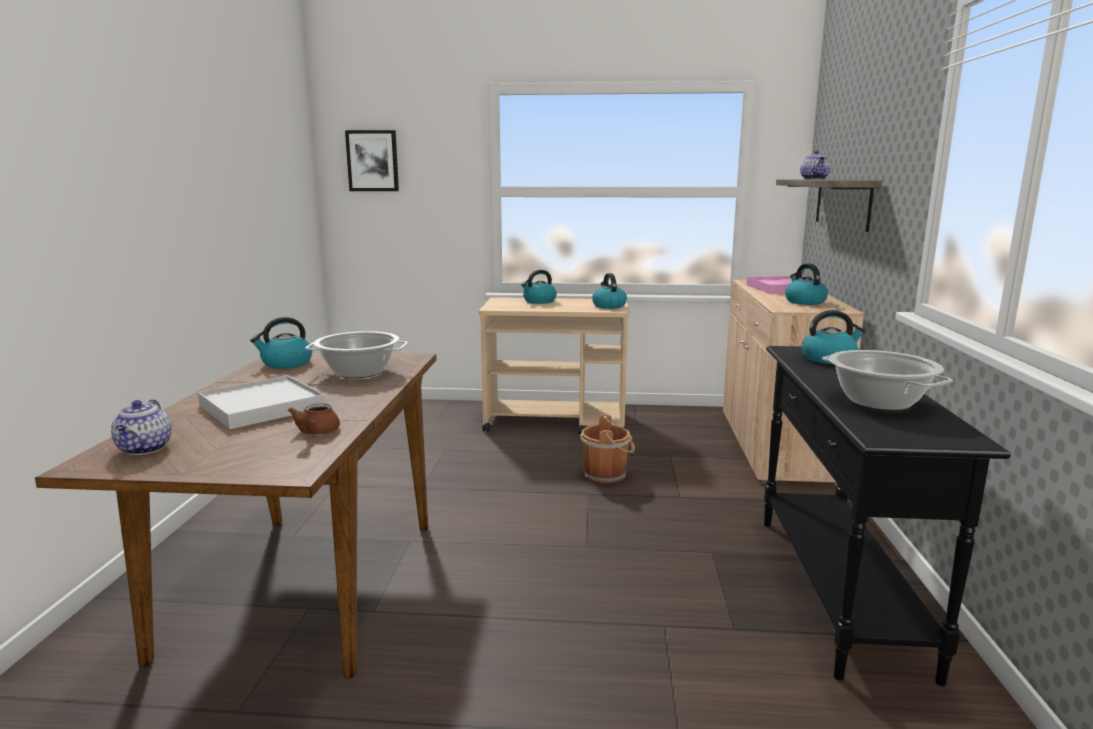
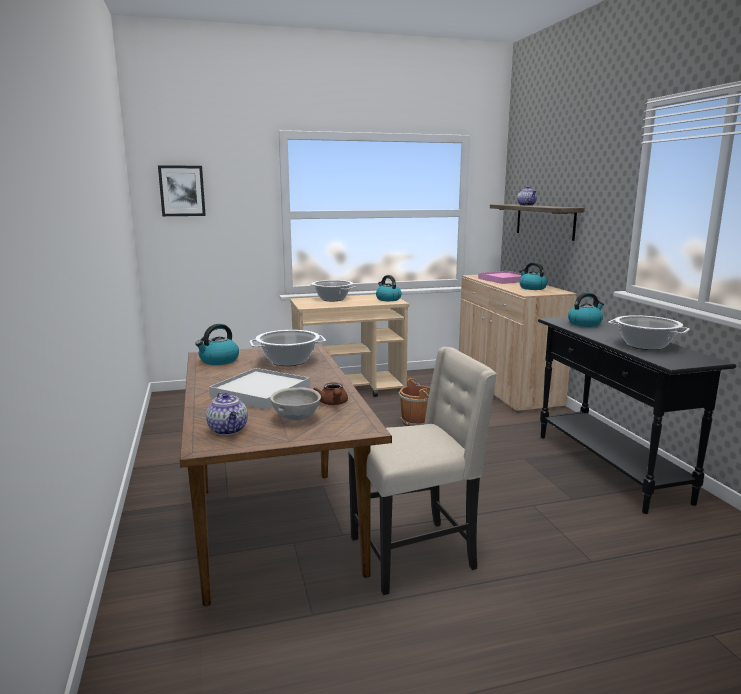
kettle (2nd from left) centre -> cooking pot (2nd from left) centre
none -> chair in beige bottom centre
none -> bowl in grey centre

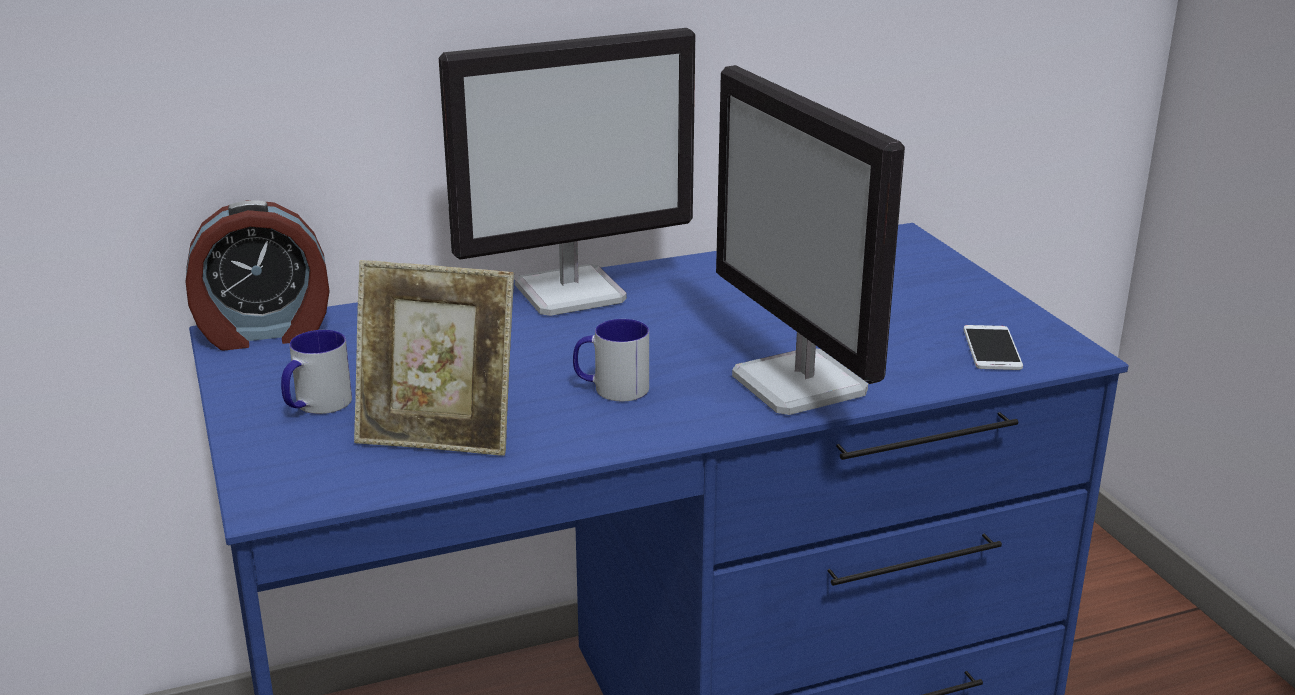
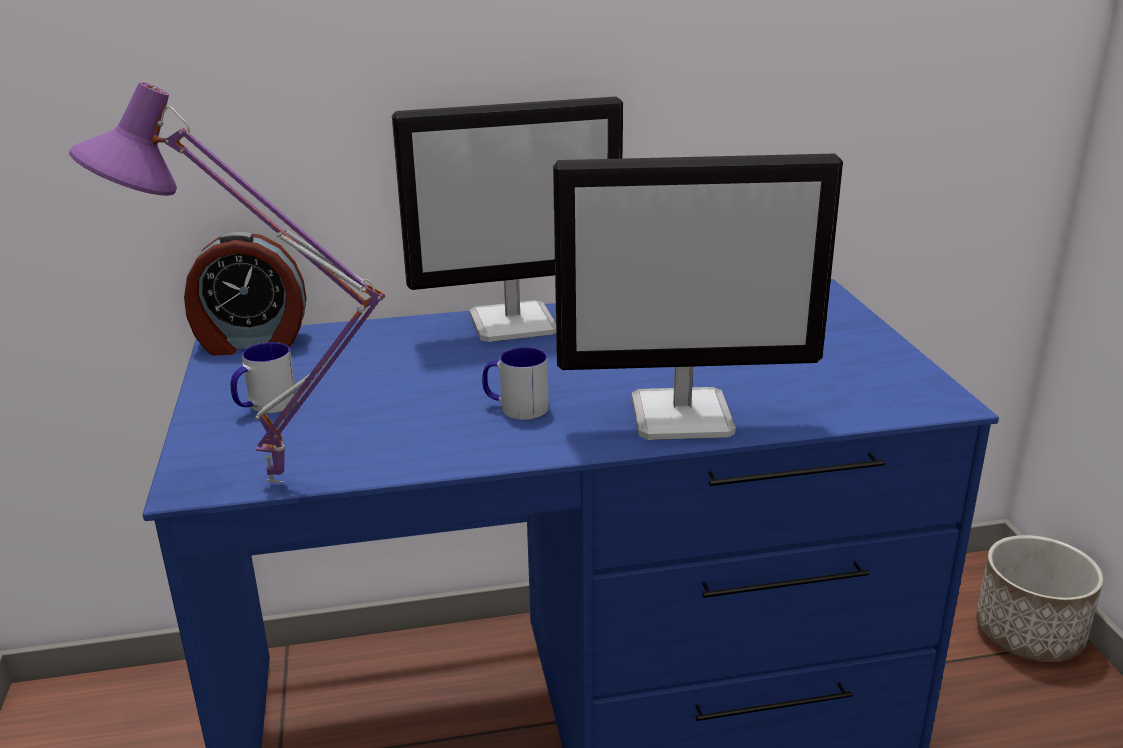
monitor (2nd from left) centre, 75 degrees counterclockwise
picture frame centre -> none
phone middle right -> none
none -> table lamp in purple middle left
none -> planter bottom right

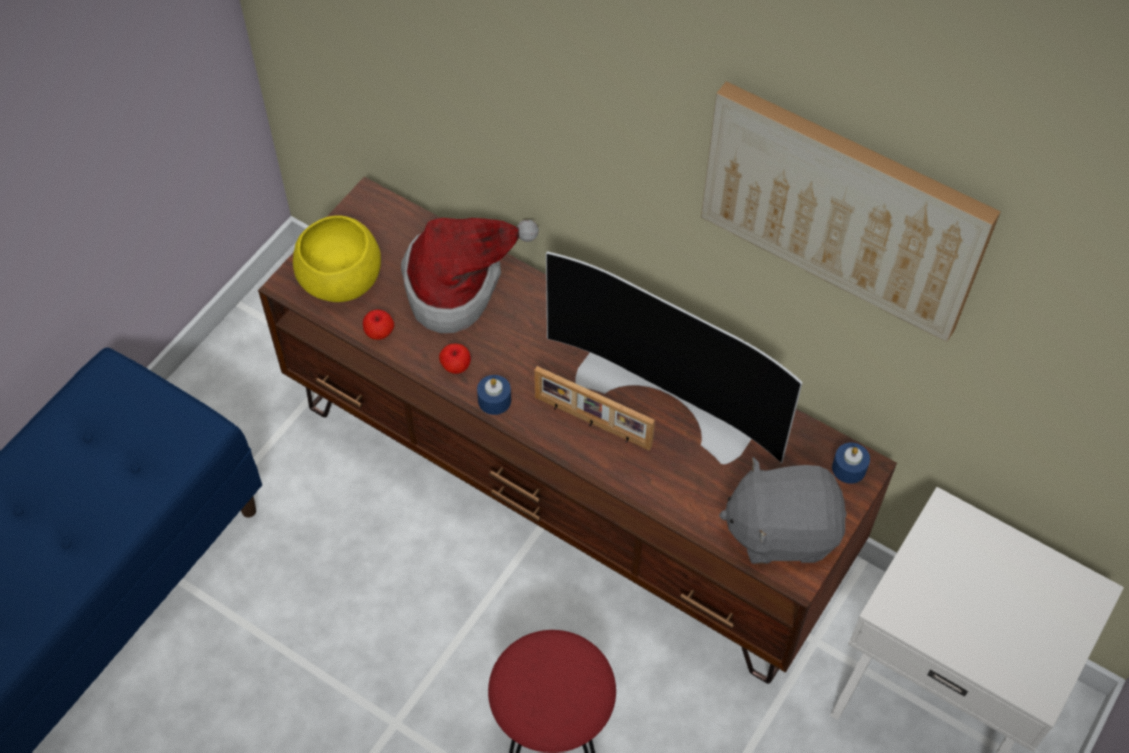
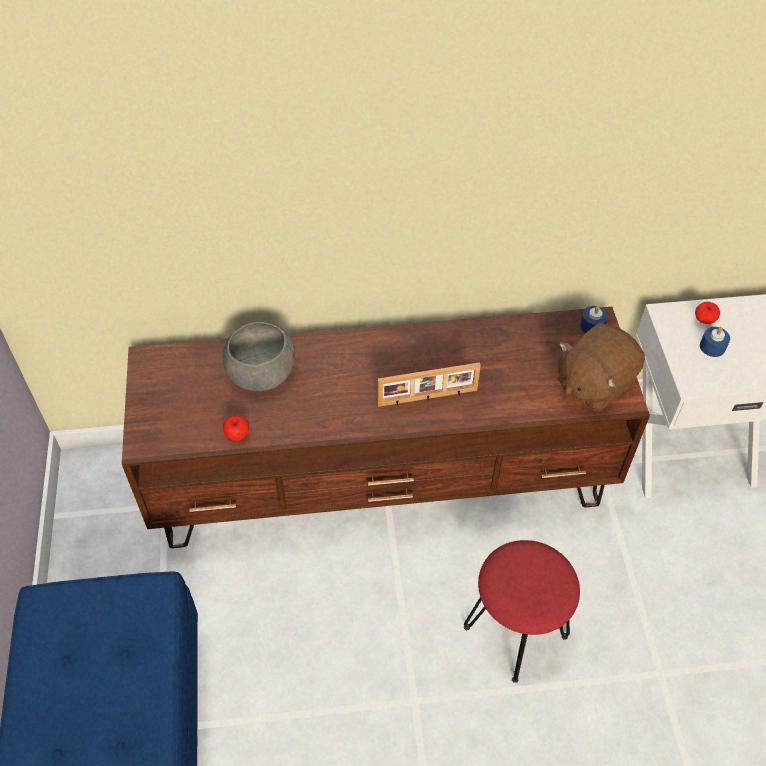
picture top right -> none
bowl in yellow middle left -> none
hat centre -> bowl in grey centre
television centre -> none
apple (2nd from left) centre -> apple (2nd from left) middle right, moved
candle in blue (1st from left in the first image) centre -> candle in blue (2nd from left) middle right, moved
plush toy in grey bottom right -> plush toy in brown middle right

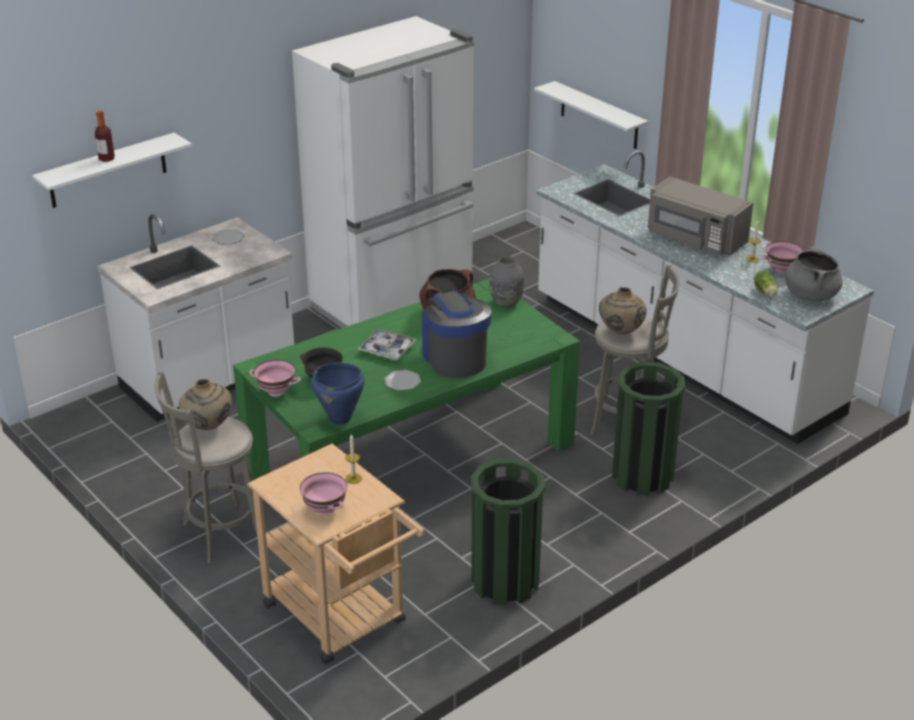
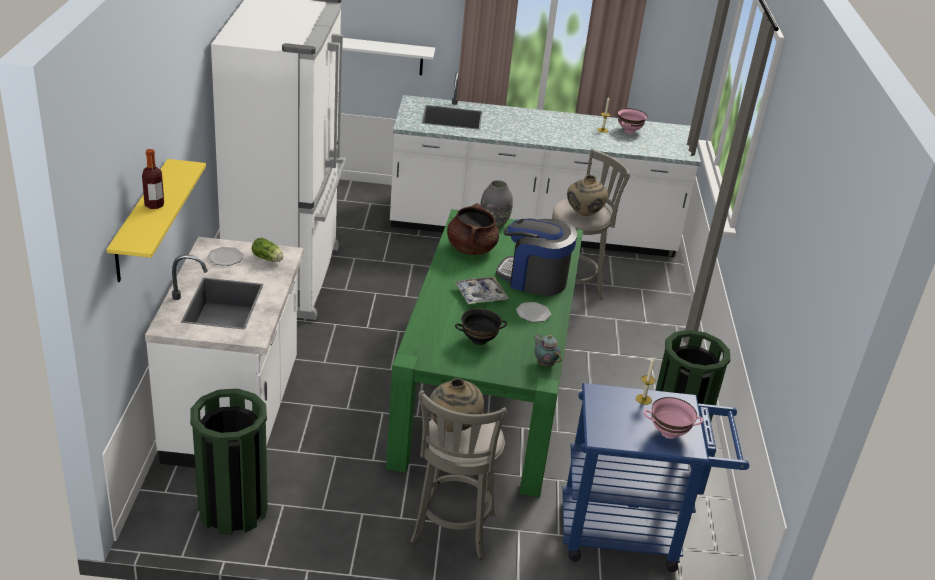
shelf in white (1st from left) top left -> shelf in yellow middle left
microwave in grey top right -> none
cooking pot in grey middle right -> none
lettuce middle right -> lettuce middle left, moved
bowl in pink (1st from left) middle left -> none
trash can in green (2nd from left in the first image) middle right -> trash can in green (1st from left) bottom left, moved
cooking pot in blue centre -> teapot centre
cart in beige bottom centre -> cart in blue bottom right

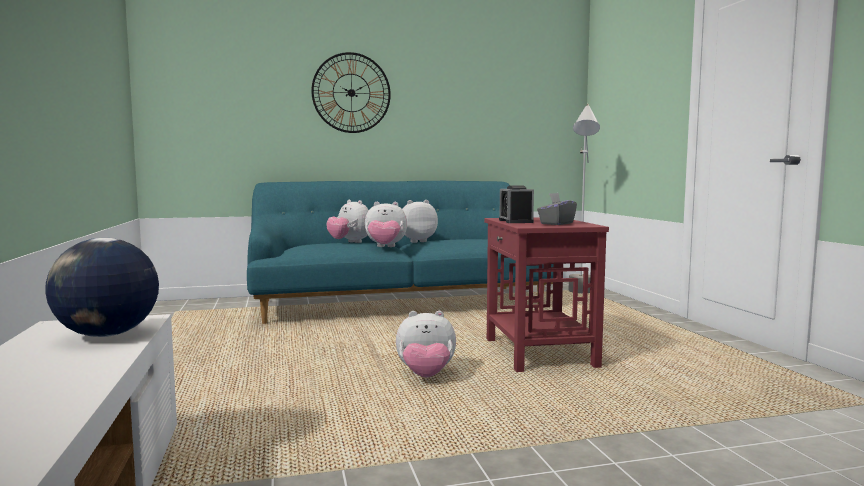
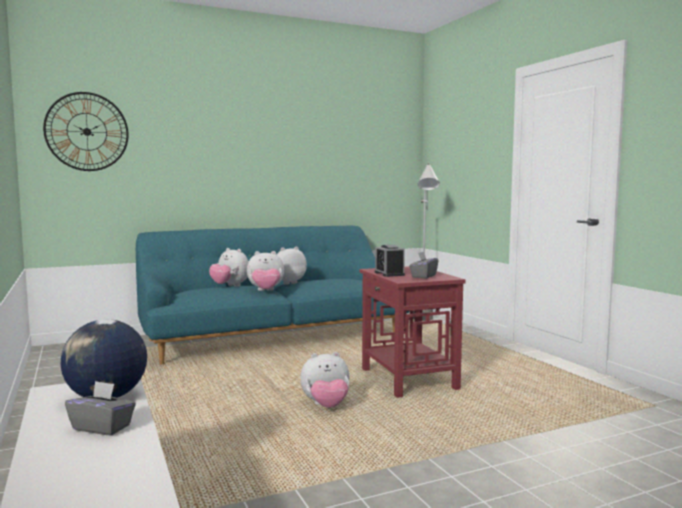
wall clock top centre -> wall clock top left, moved
none -> tissue box in grey (1st from left) bottom left

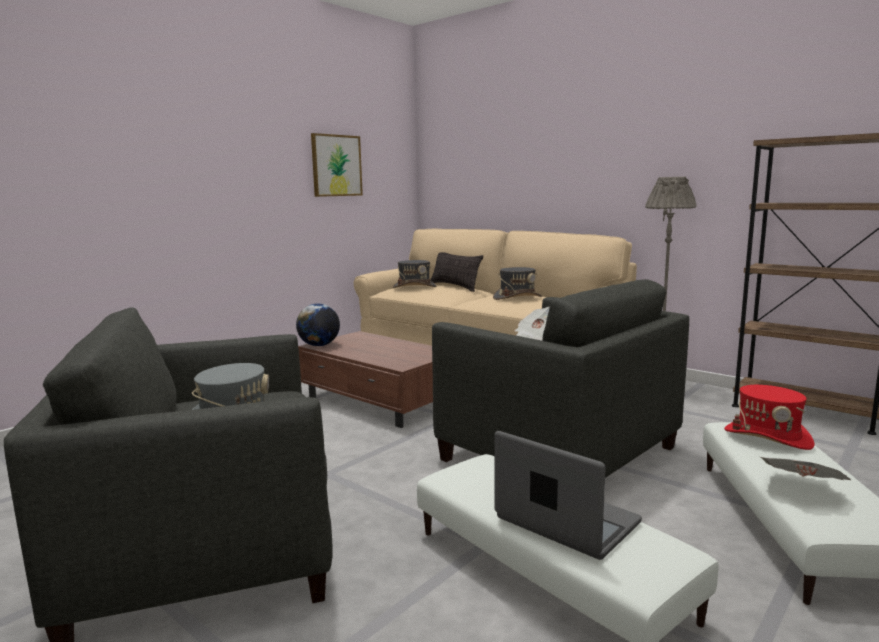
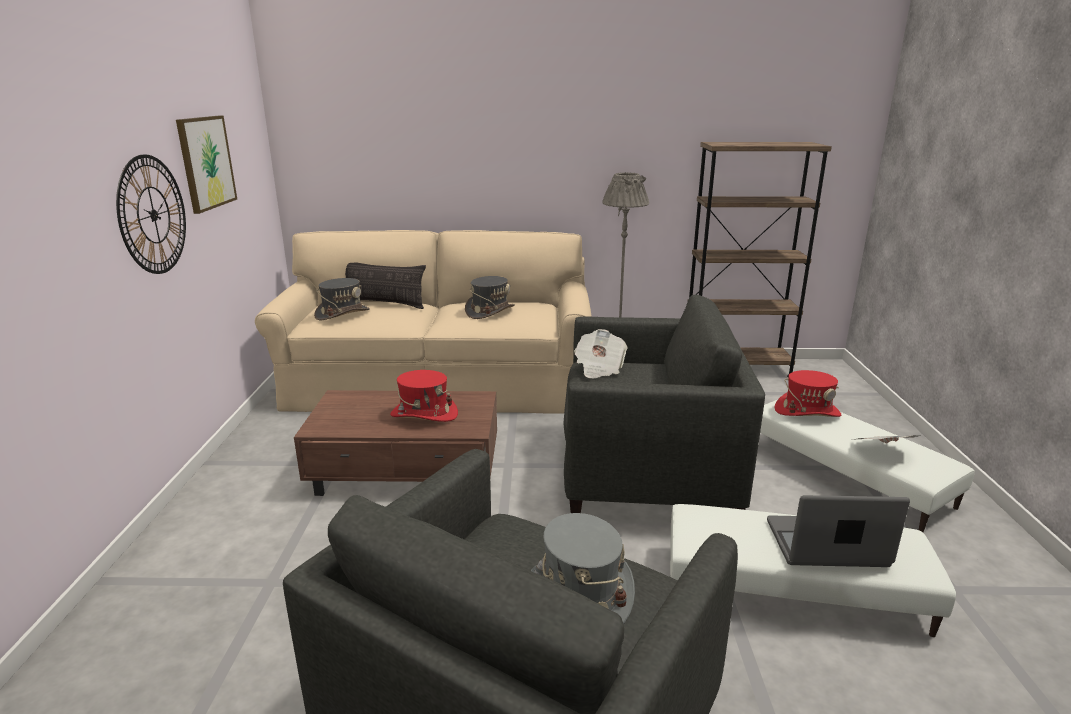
globe centre -> none
none -> wall clock top left
none -> hat in red (1st from left) centre

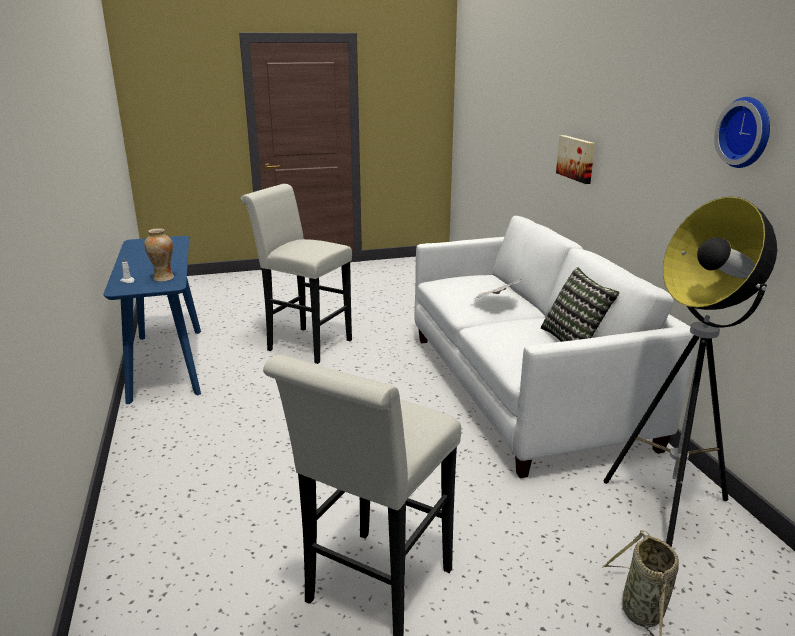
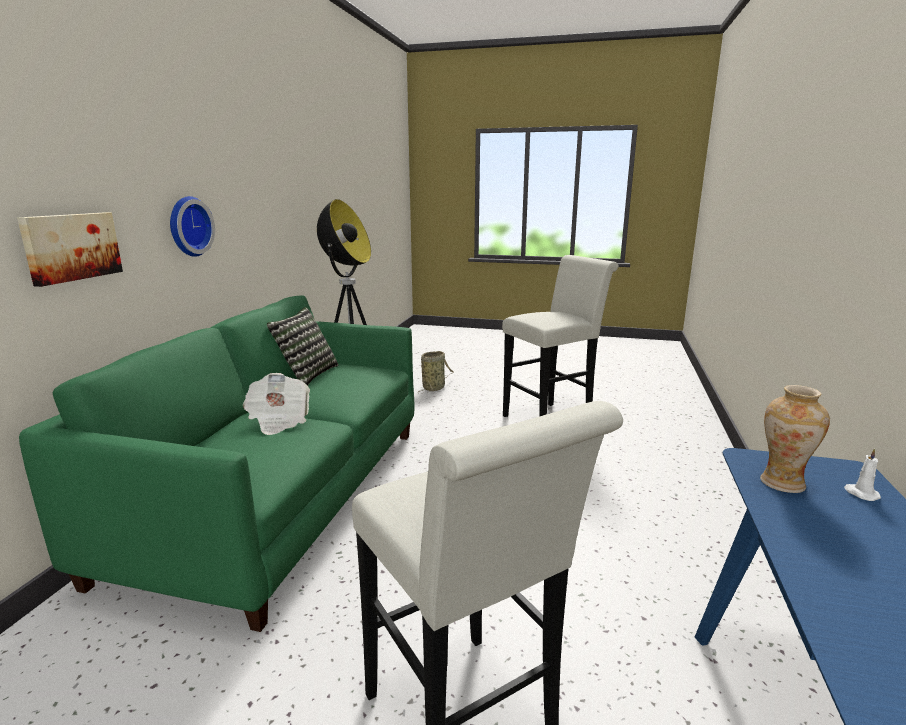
wall clock top right -> wall clock top left, moved
sofa in white middle right -> sofa in green middle left

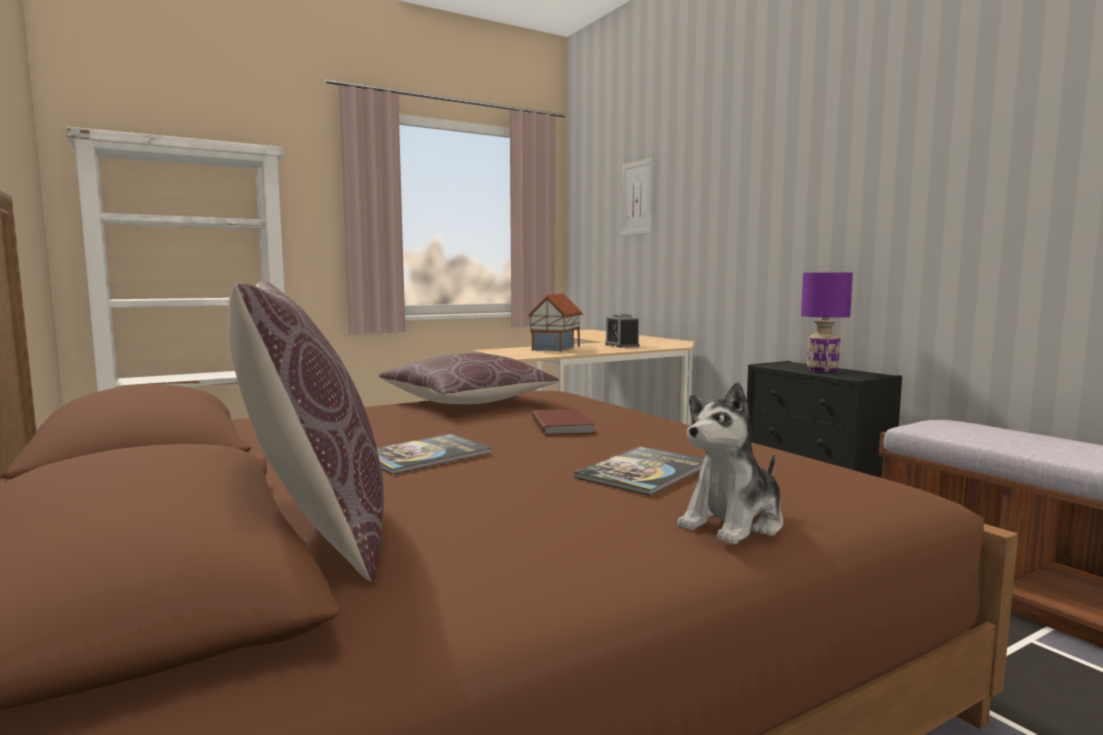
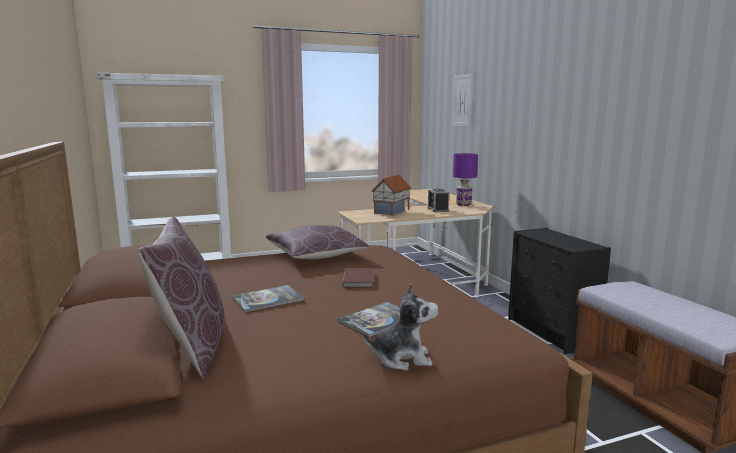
table lamp in purple middle right -> table lamp in purple centre, moved
plush toy centre -> plush toy bottom centre, 150 degrees counterclockwise

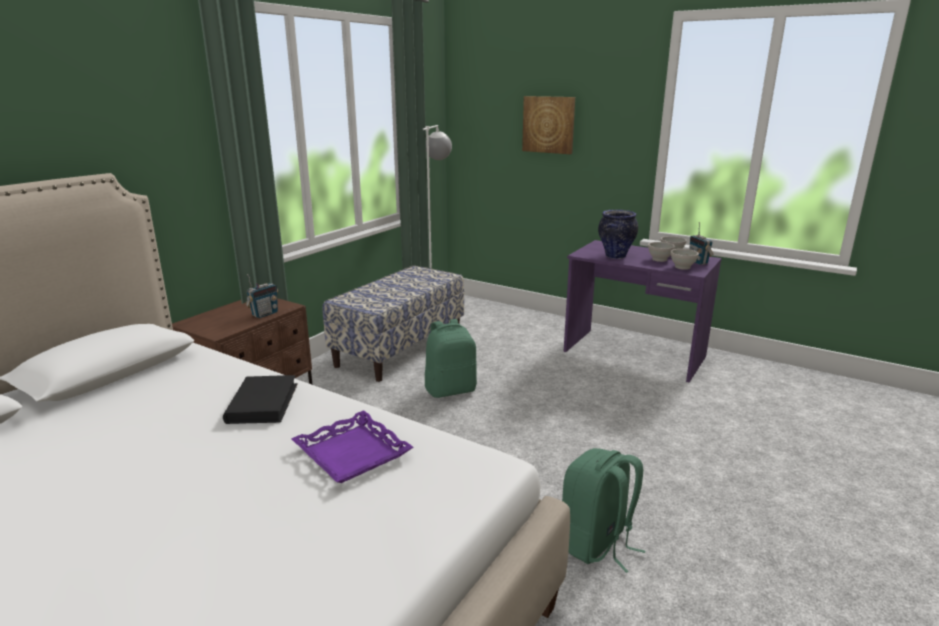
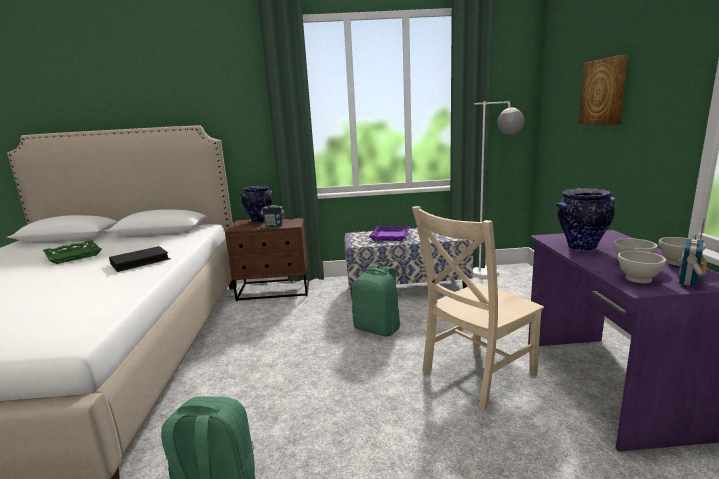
tray in purple bottom centre -> tray in purple centre, moved
none -> vase (1st from left) centre
none -> chair in beige centre
none -> tray in green middle left

